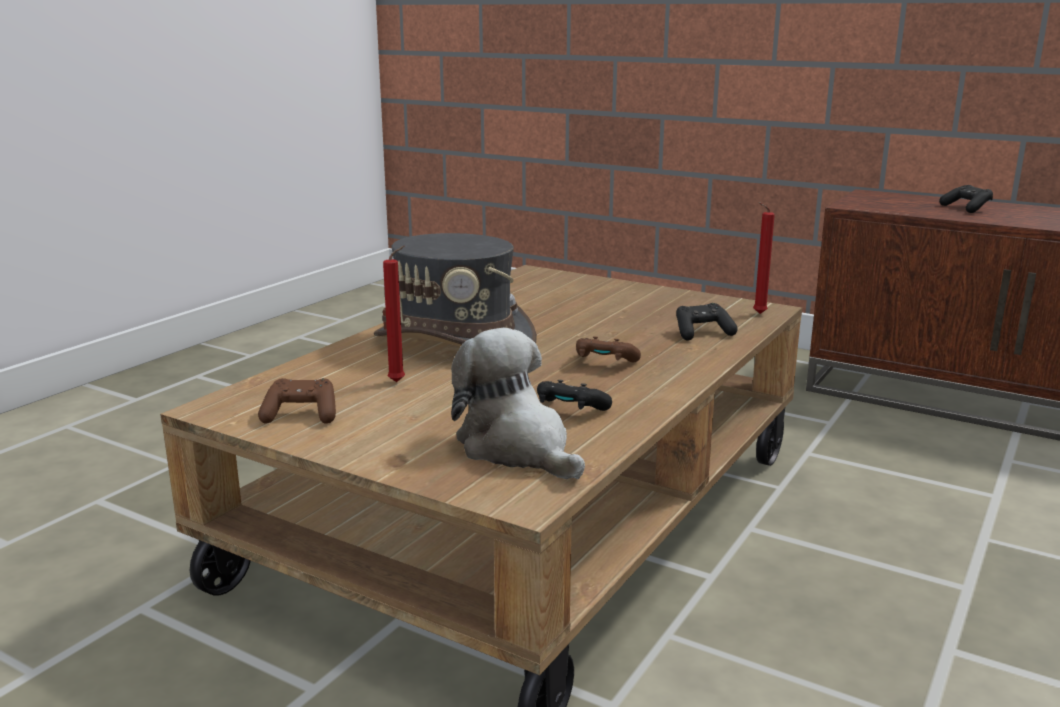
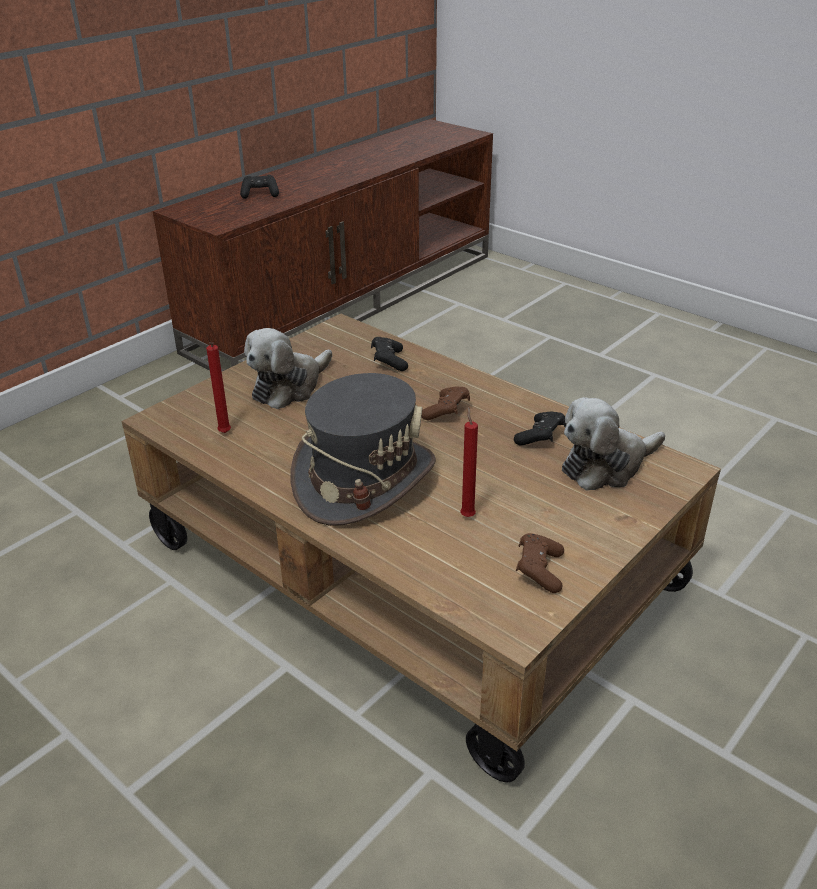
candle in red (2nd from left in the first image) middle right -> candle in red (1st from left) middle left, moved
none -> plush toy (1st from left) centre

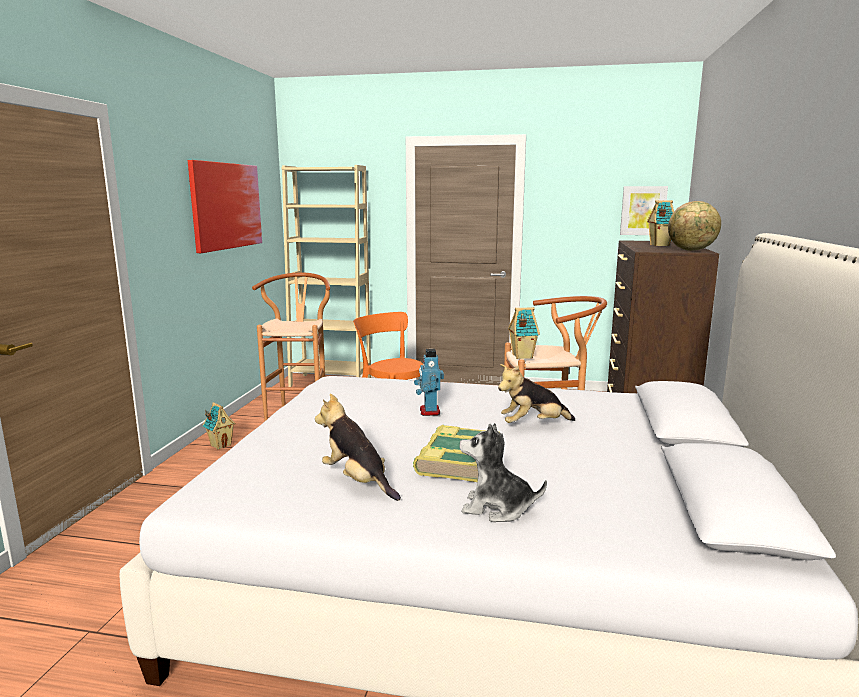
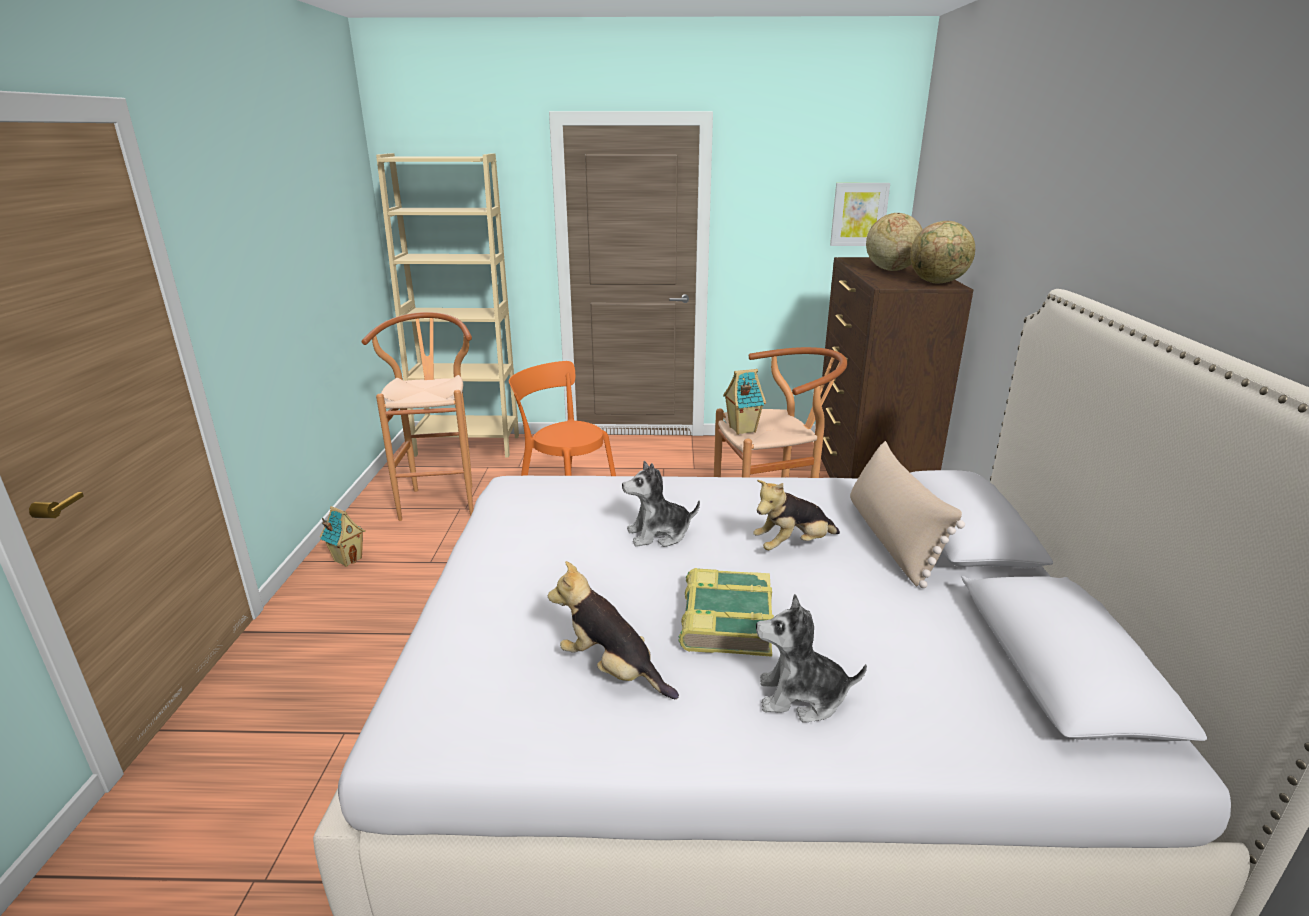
picture (1st from left) top left -> none
toy house (3rd from left) top right -> globe (1st from left) top right
toy robot centre -> plush toy (2nd from left) centre
none -> pillow in beige middle right

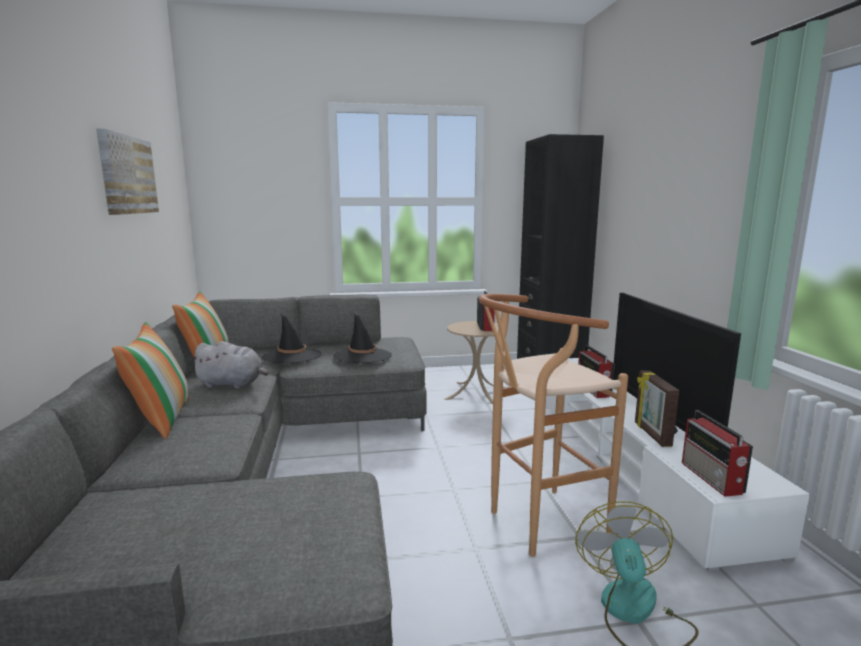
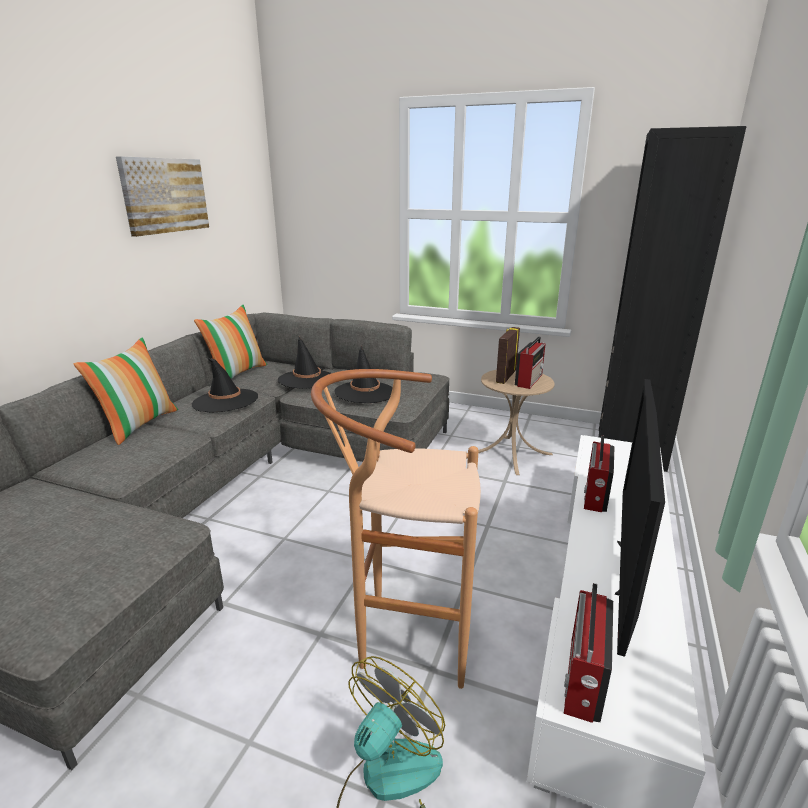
plush toy in grey middle left -> hat in black (1st from left) middle left
picture frame middle right -> picture frame centre, moved

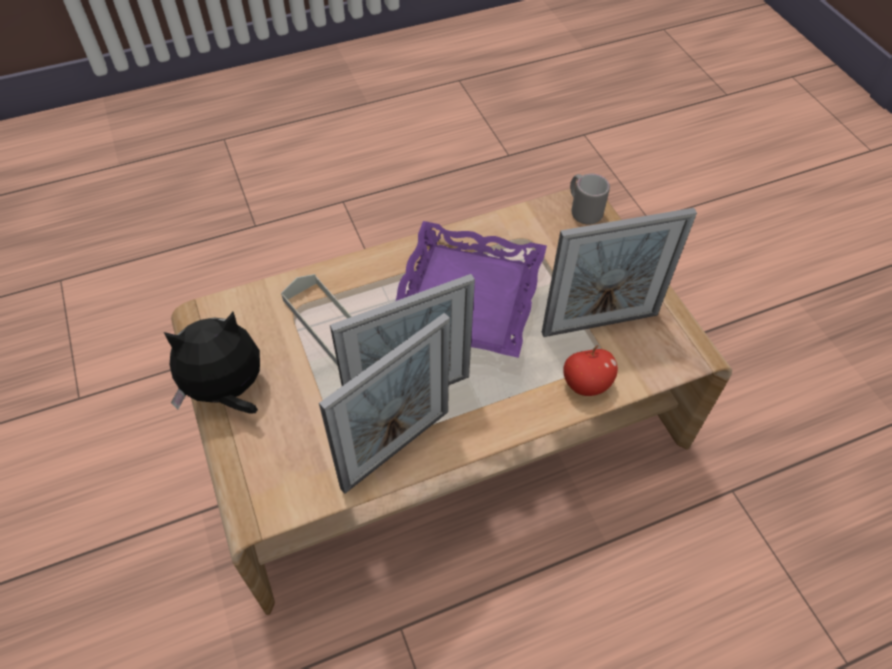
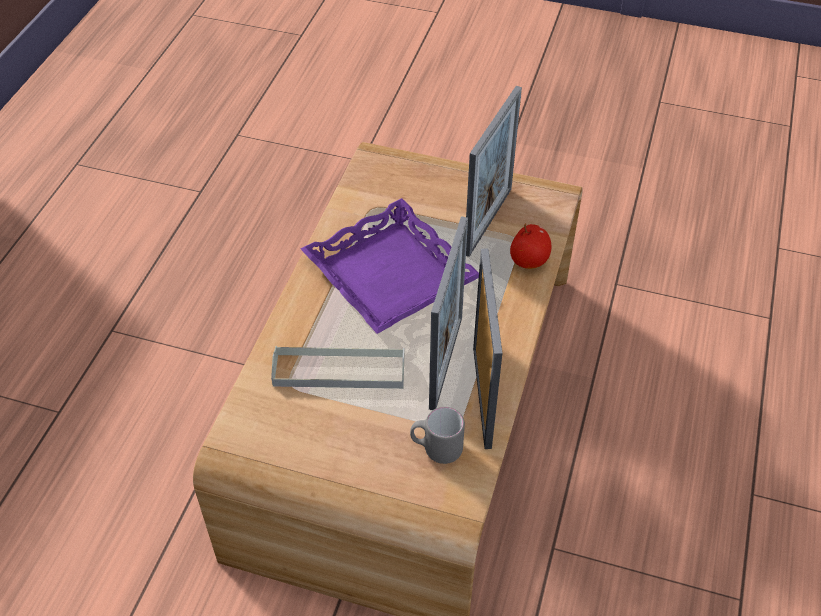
mug in grey top centre -> mug in grey bottom centre, moved
plush toy middle left -> none

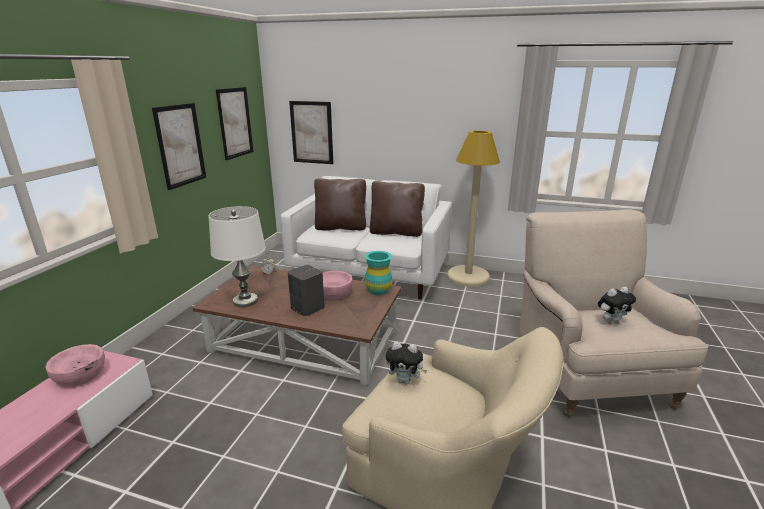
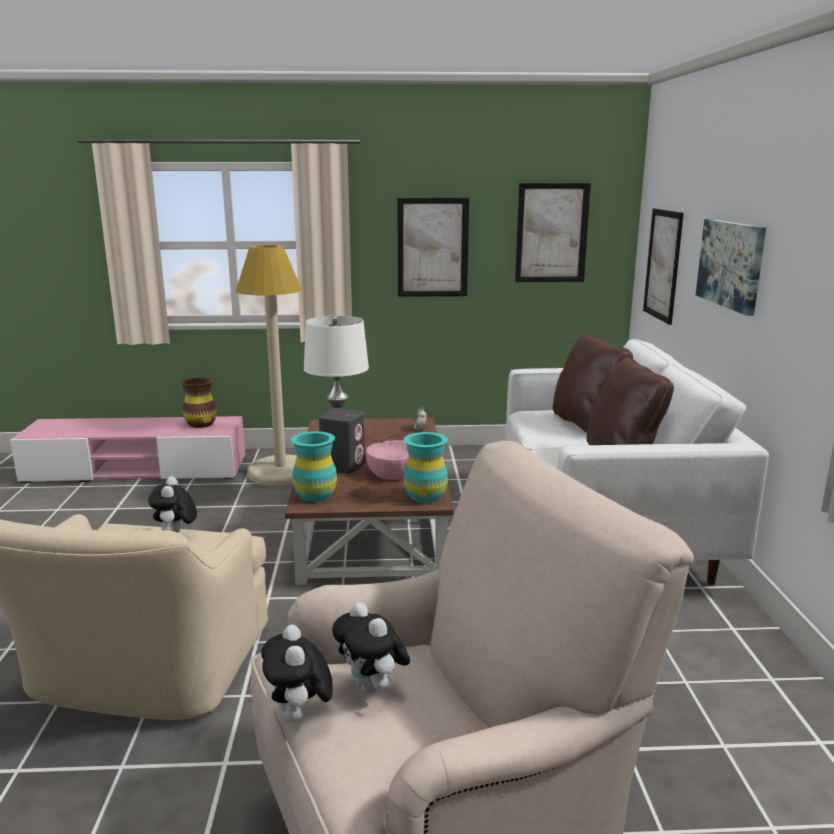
floor lamp in beige centre -> floor lamp in beige middle left, moved
bowl in pink (1st from left) bottom left -> vase in brown middle left
none -> picture (4th from left) top right
none -> vase in turquoise (1st from left) centre
none -> plush toy (2nd from left) bottom centre

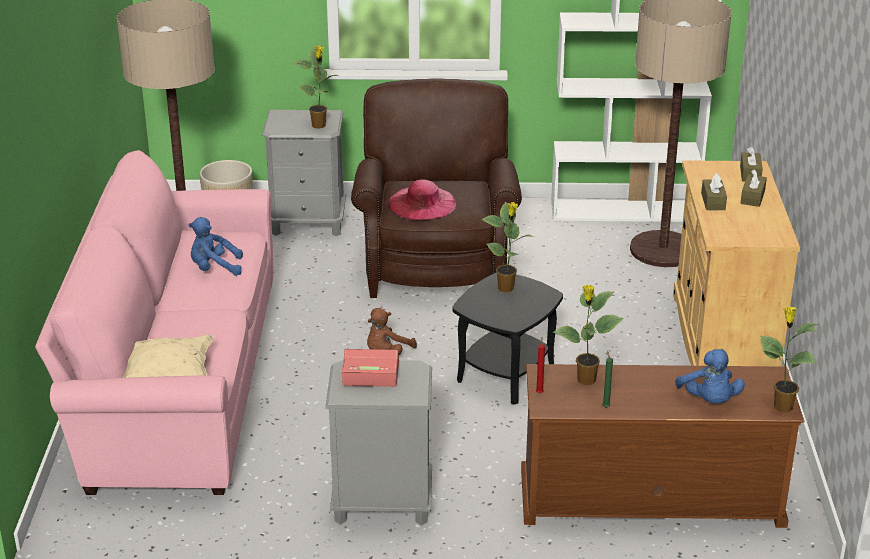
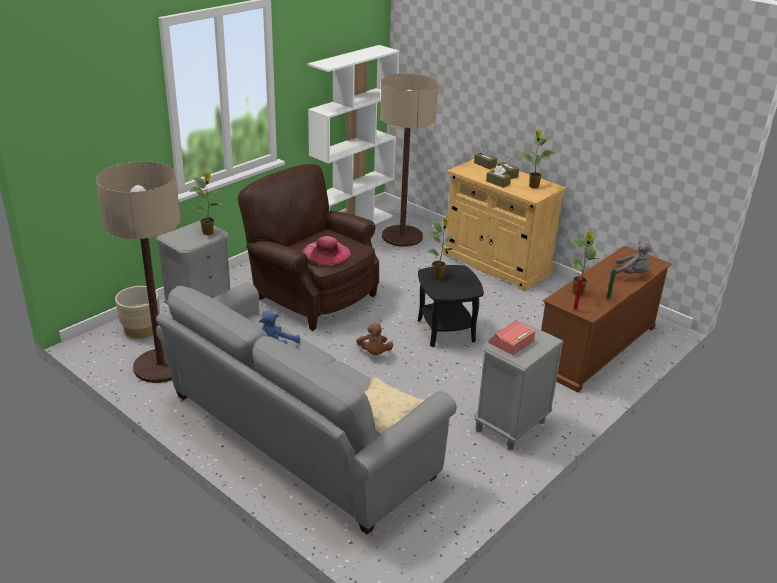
sofa in pink middle left -> sofa in grey bottom centre
potted plant (4th from left in the first image) middle right -> potted plant (3rd from left) top right, moved
plush toy in blue (2nd from left) bottom right -> plush toy in grey middle right

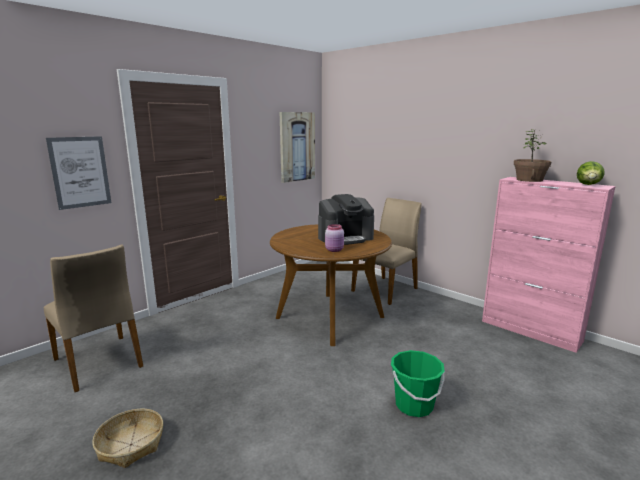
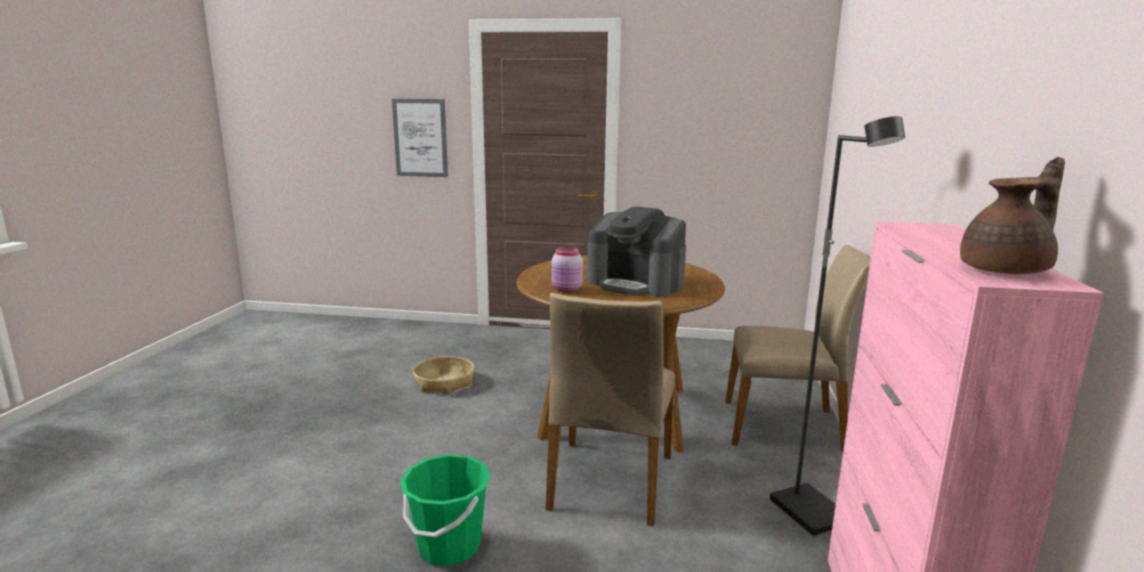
picture (2nd from left) top centre -> none
potted plant top right -> none
lettuce middle right -> teapot in brown middle right
chair in beige (1st from left) middle left -> chair in beige (1st from left) bottom centre, moved
basket bottom left -> basket centre, moved
none -> floor lamp in black middle right

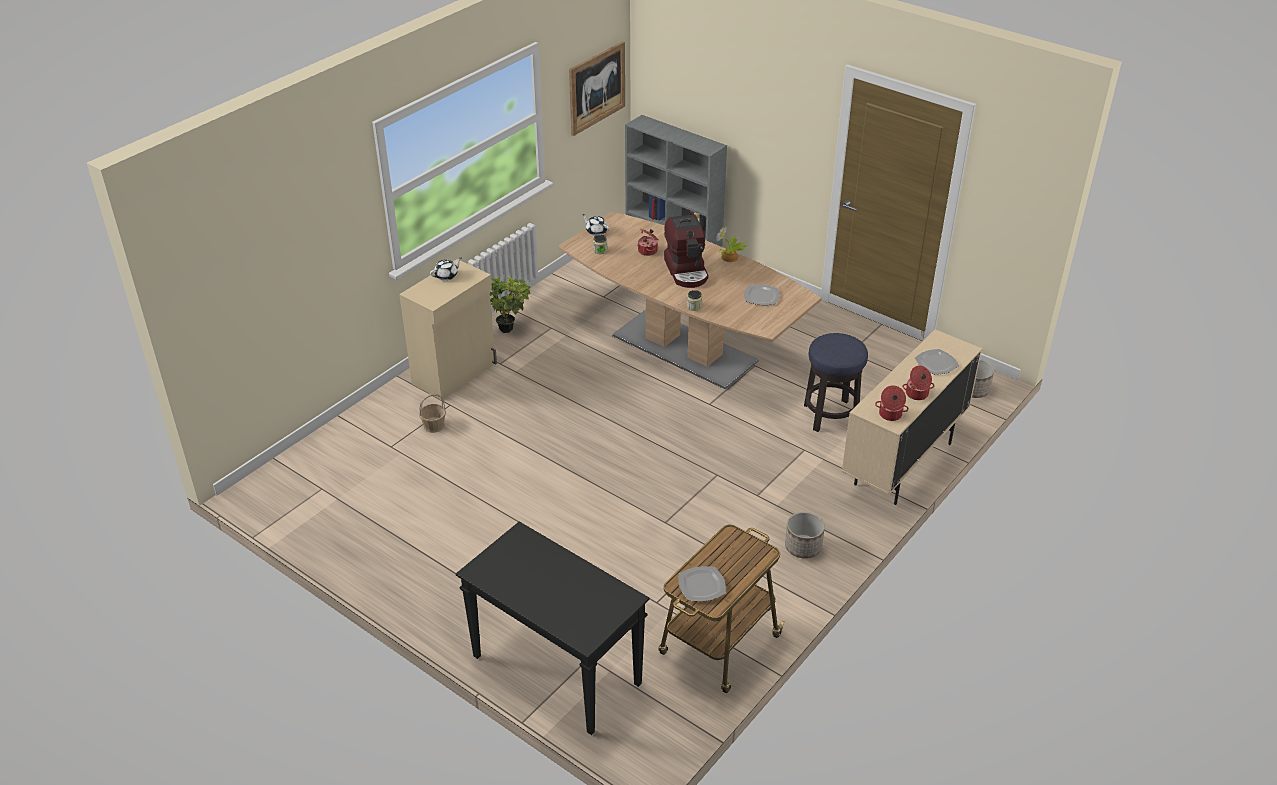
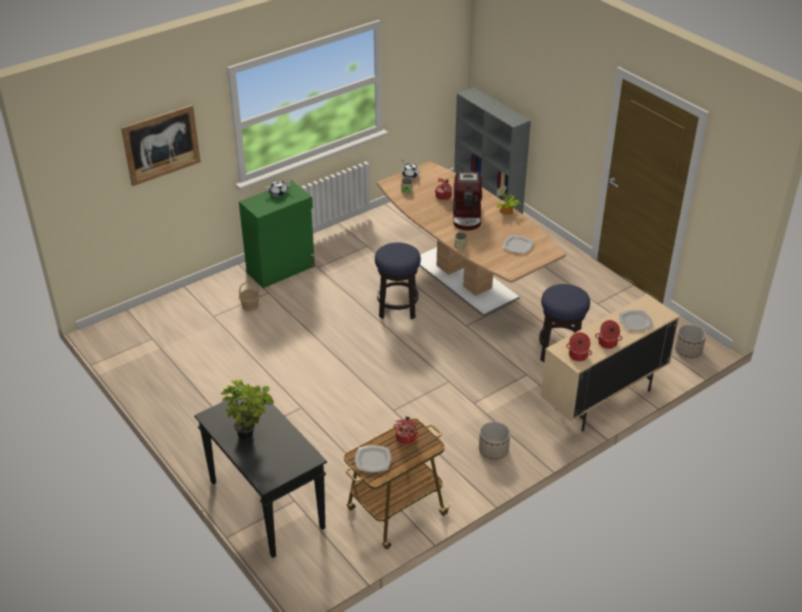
picture top centre -> picture top left, moved
cabinet in beige (1st from left) centre -> cabinet in green centre
potted plant (1st from left) centre -> potted plant (1st from left) bottom left, moved
none -> stool (1st from left) centre
none -> cooking pot (1st from left) bottom centre

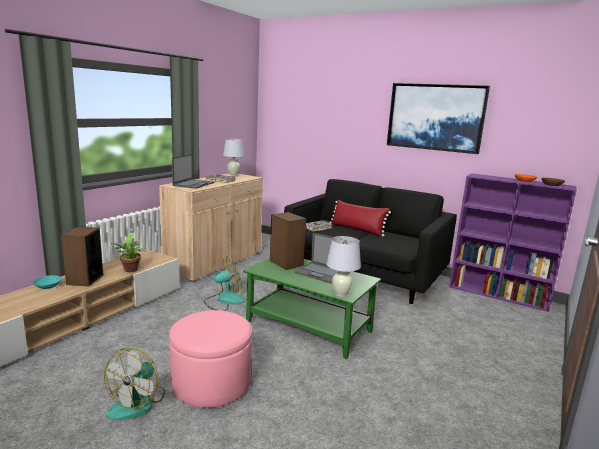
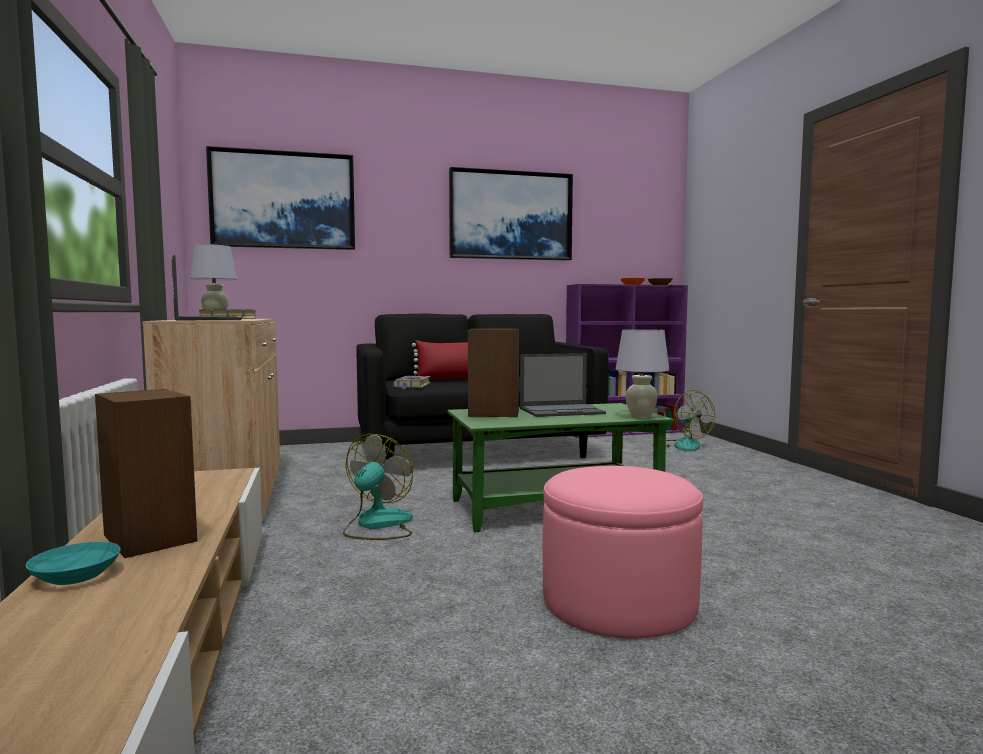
potted plant middle left -> none
fan (1st from left in the first image) bottom left -> fan (2nd from left) middle right, moved
none -> picture (1st from left) top left

